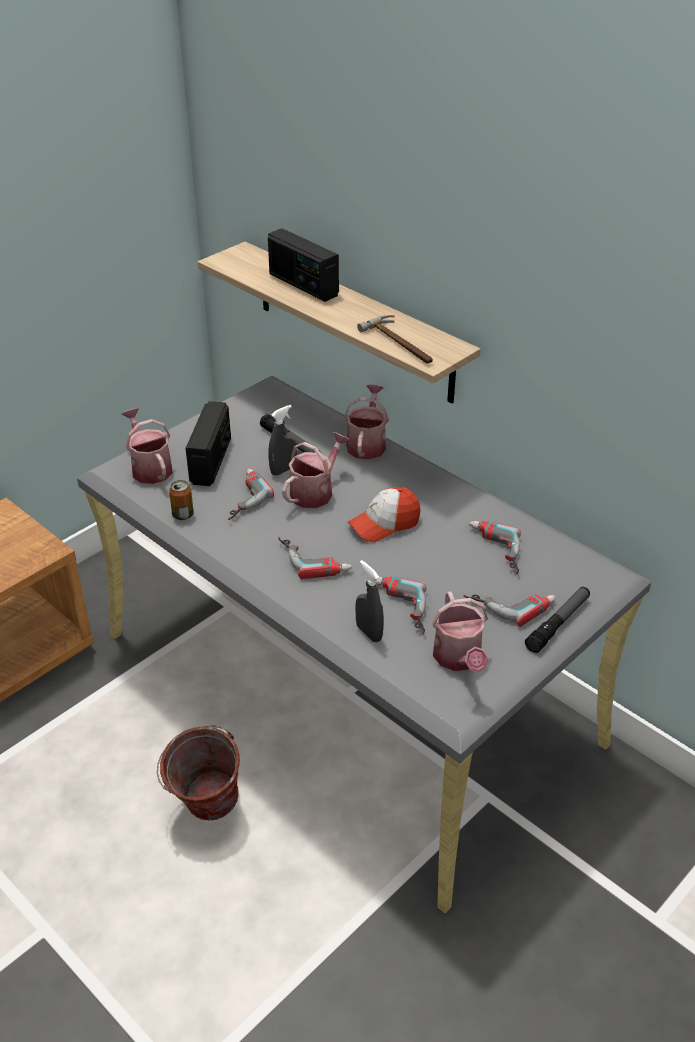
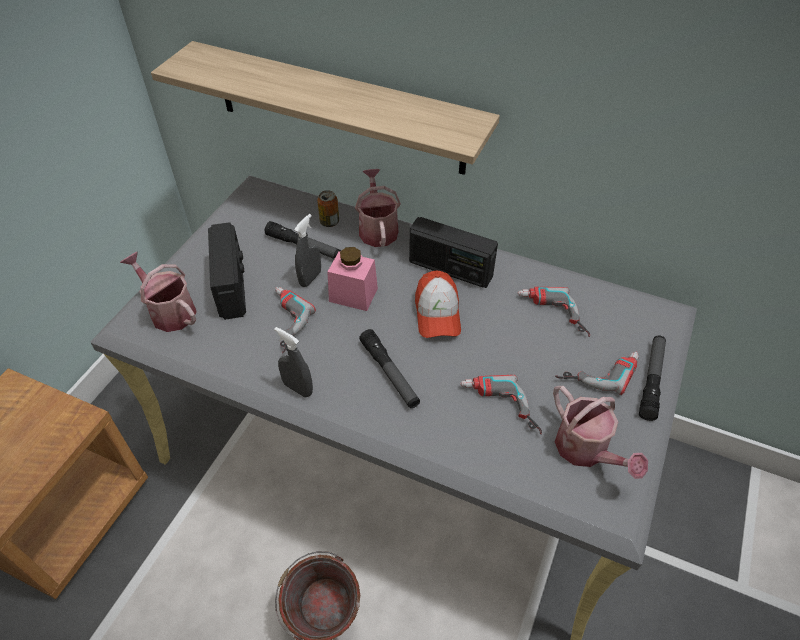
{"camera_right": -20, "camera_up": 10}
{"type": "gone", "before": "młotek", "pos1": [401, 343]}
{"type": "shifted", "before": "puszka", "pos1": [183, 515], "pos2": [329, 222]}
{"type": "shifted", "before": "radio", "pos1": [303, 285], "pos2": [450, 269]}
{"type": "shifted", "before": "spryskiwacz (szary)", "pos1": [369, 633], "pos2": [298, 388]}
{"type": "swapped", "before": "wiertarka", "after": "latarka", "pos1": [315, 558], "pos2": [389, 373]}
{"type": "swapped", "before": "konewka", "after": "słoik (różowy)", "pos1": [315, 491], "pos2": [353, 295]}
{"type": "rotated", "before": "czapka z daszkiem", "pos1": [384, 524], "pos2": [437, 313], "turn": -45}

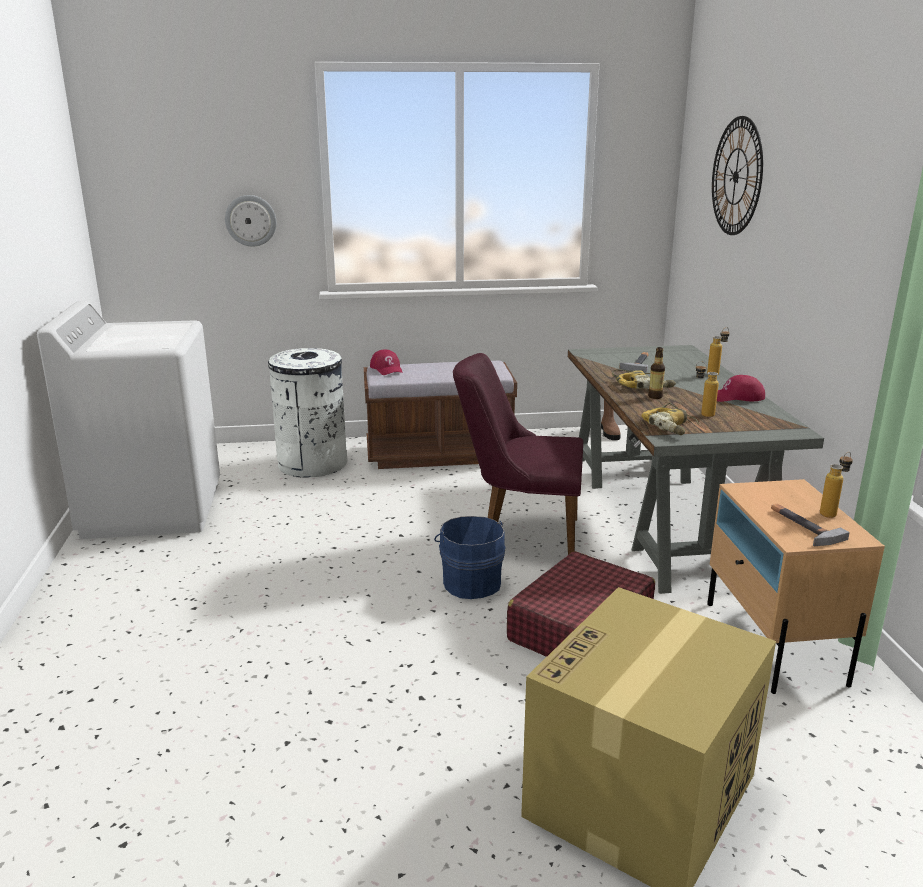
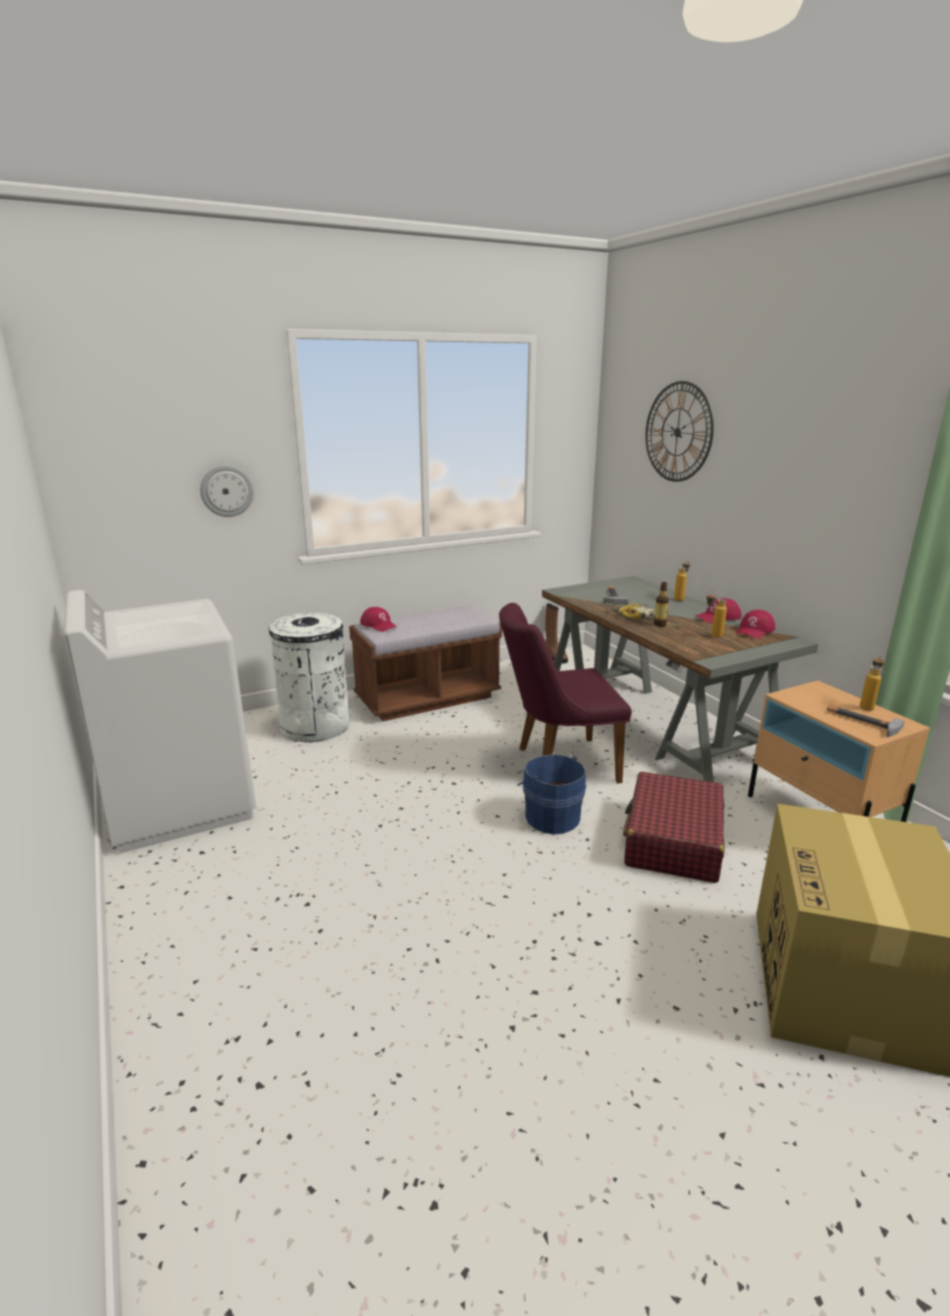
{"camera_right": -20, "camera_up": 0}
{"type": "gone", "before": "wiertarka", "pos1": [672, 426]}
{"type": "new", "after": "czapka z daszkiem (czerwony)", "pos2": [755, 631]}

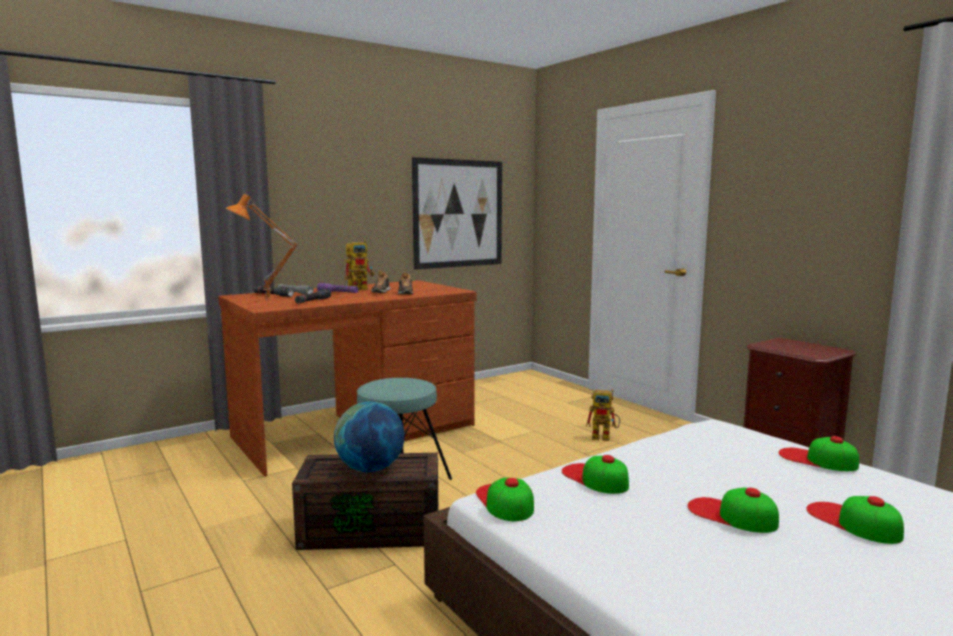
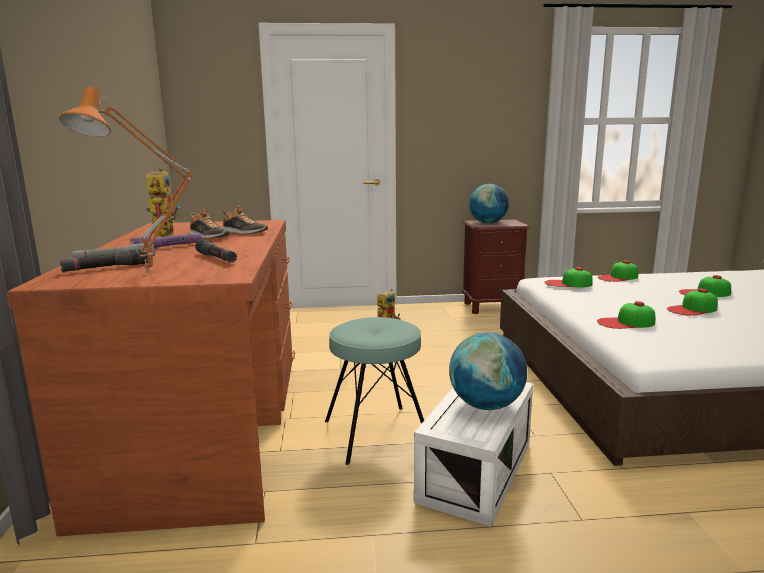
{"camera_right": -60, "camera_up": 5}
{"type": "gone", "before": "obraz", "pos1": [458, 213]}
{"type": "new", "after": "globus", "pos2": [488, 223]}
{"type": "shifted", "before": "czapka z daszkiem", "pos1": [504, 501], "pos2": [568, 283]}
{"type": "repainted", "before": "pojemnik do przechowywania (brązowy)", "after": "pojemnik do przechowywania (biały)", "pos1": [373, 528], "pos2": [474, 469]}

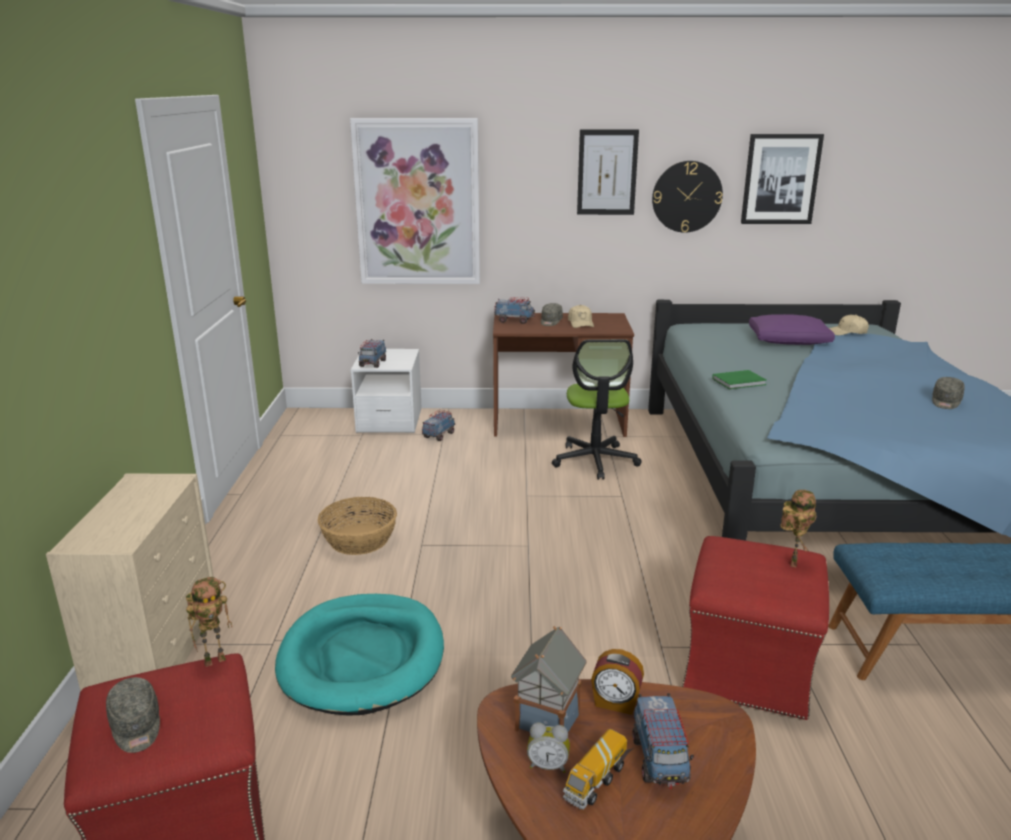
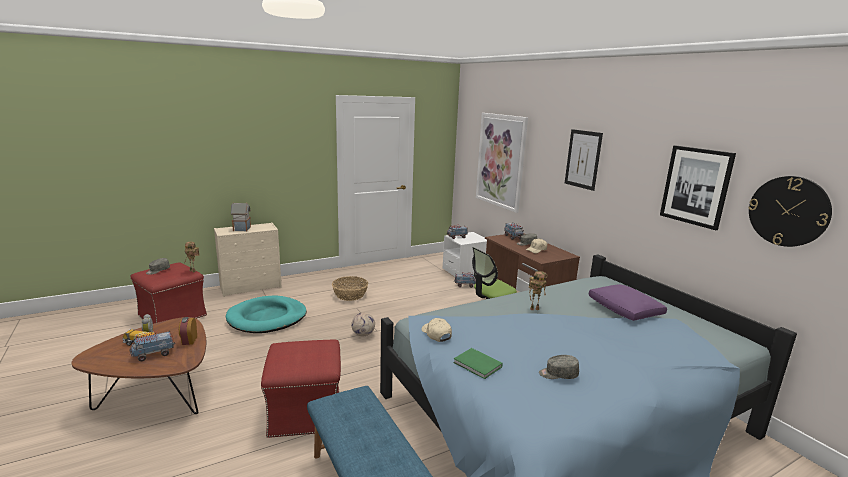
{"camera_right": 60, "camera_up": -5}
{"type": "new", "after": "piłka futbolowa", "pos2": [363, 334]}
{"type": "shifted", "before": "domek", "pos1": [547, 720], "pos2": [242, 229]}
{"type": "shifted", "before": "zegar ścienny", "pos1": [687, 196], "pos2": [788, 211]}
{"type": "shifted", "before": "książka (zielony)", "pos1": [740, 382], "pos2": [478, 365]}
{"type": "shifted", "before": "robot zabawkowy", "pos1": [791, 561], "pos2": [534, 309]}
{"type": "shifted", "before": "czapka z daszkiem (beżowy)", "pos1": [847, 332], "pos2": [436, 334]}

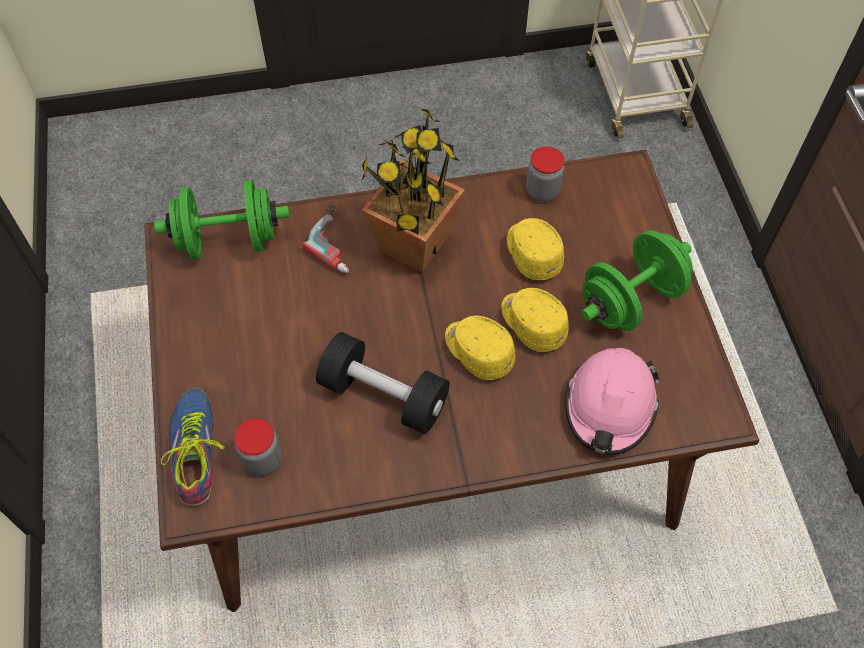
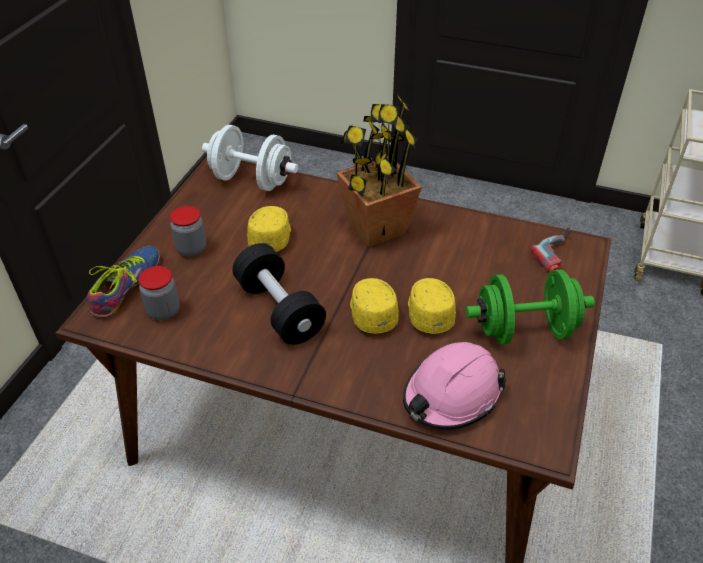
{"camera_right": 30, "camera_up": -15}
{"type": "shifted", "before": "wiertarka", "pos1": [339, 240], "pos2": [562, 257]}
{"type": "shifted", "before": "czapka z daszkiem (żółty)", "pos1": [532, 253], "pos2": [271, 236]}
{"type": "shifted", "before": "słoik", "pos1": [542, 191], "pos2": [191, 249]}
{"type": "repainted", "before": "hantel (zielony)", "after": "hantel (biały)", "pos1": [228, 240], "pos2": [251, 180]}

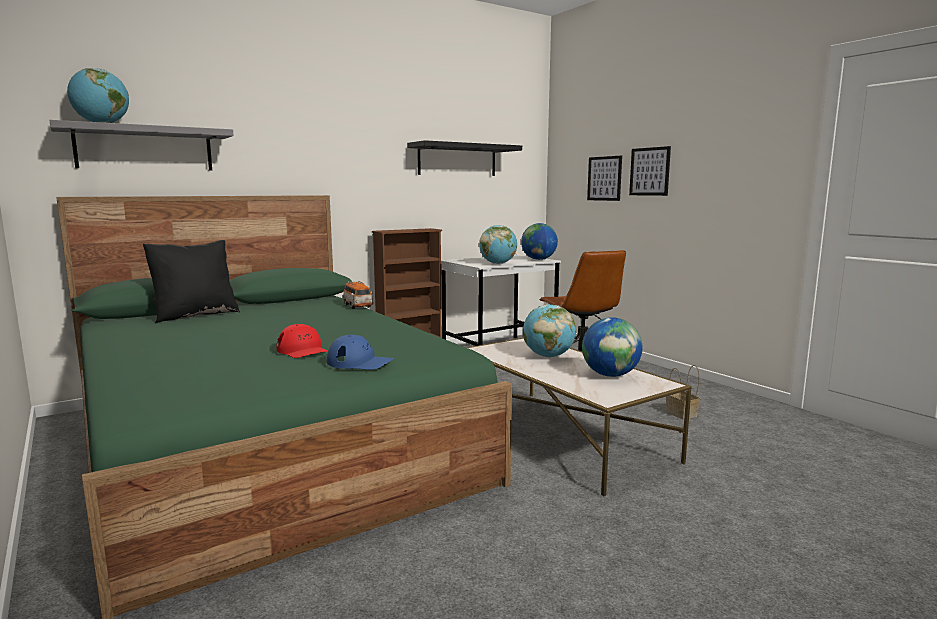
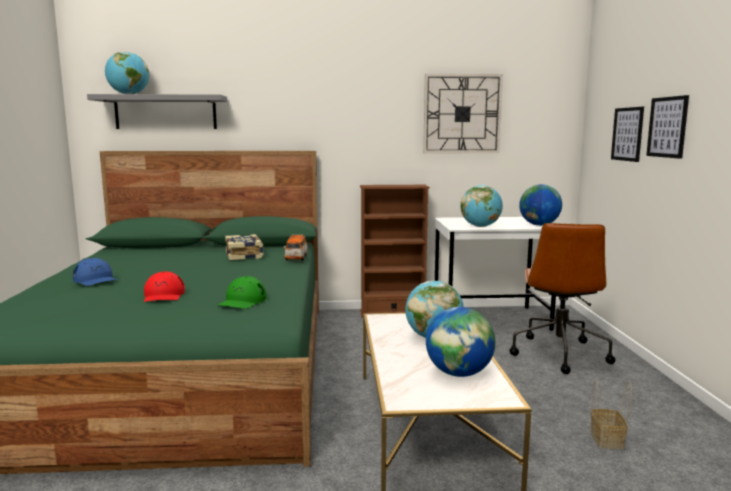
{"camera_right": 30, "camera_up": 0}
{"type": "gone", "before": "poduszka (czarny)", "pos1": [195, 315]}
{"type": "new", "after": "czapka z daszkiem (zielony)", "pos2": [242, 301]}
{"type": "new", "after": "książka", "pos2": [245, 255]}
{"type": "shifted", "before": "czapka z daszkiem (niebieski)", "pos1": [360, 362], "pos2": [96, 280]}
{"type": "swapped", "before": "półka (czarny)", "after": "zegar ścienny", "pos1": [457, 160], "pos2": [462, 114]}

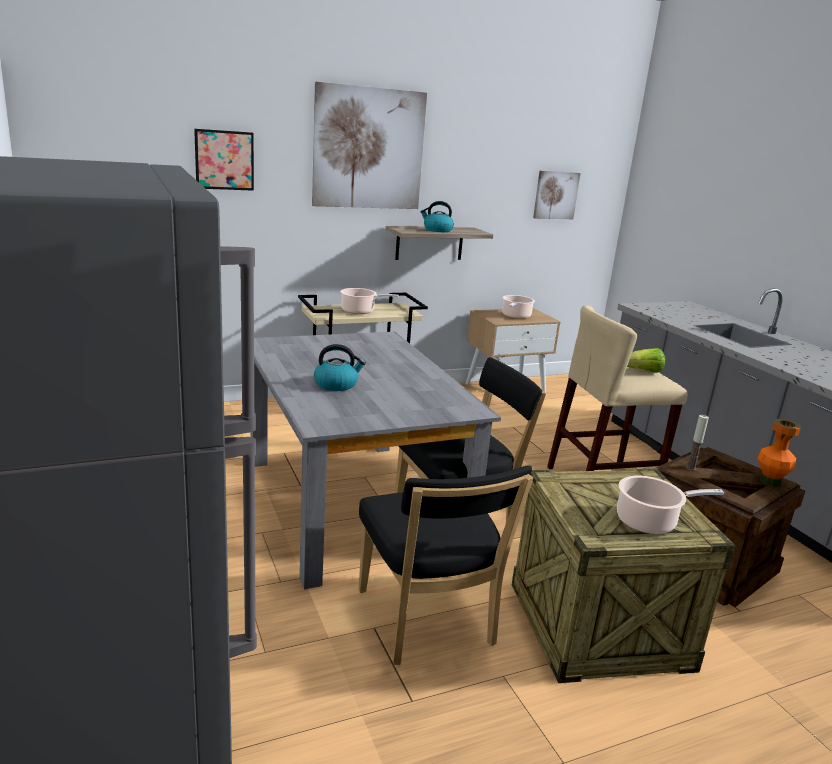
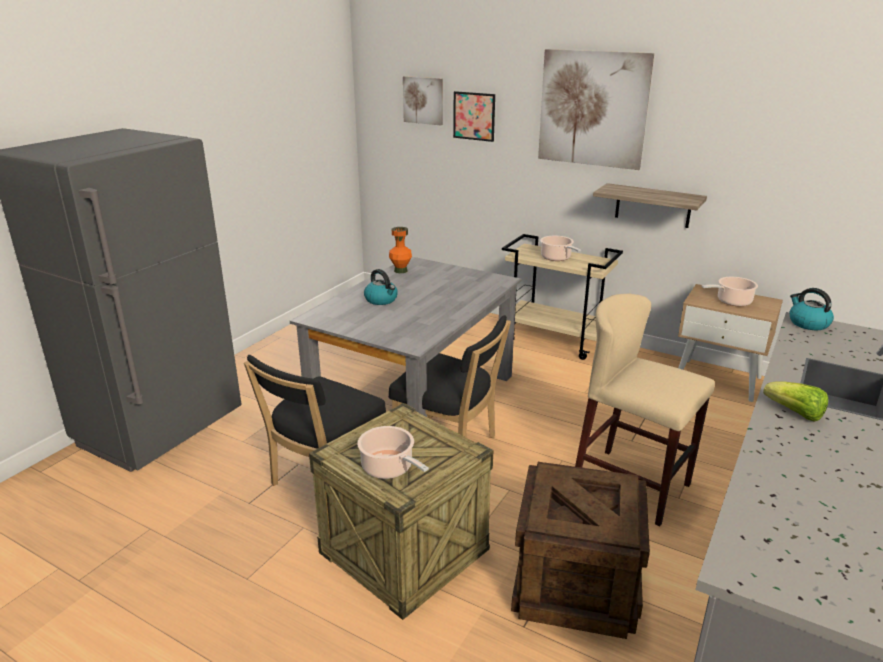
{"camera_right": 55, "camera_up": 5}
{"type": "gone", "before": "świeca", "pos1": [691, 468]}
{"type": "shifted", "before": "czajnik", "pos1": [437, 230], "pos2": [808, 323]}
{"type": "shifted", "before": "obraz", "pos1": [555, 195], "pos2": [423, 100]}
{"type": "shifted", "before": "sałata", "pos1": [643, 372], "pos2": [795, 413]}
{"type": "shifted", "before": "wazon (pomarańczowy)", "pos1": [770, 481], "pos2": [401, 270]}

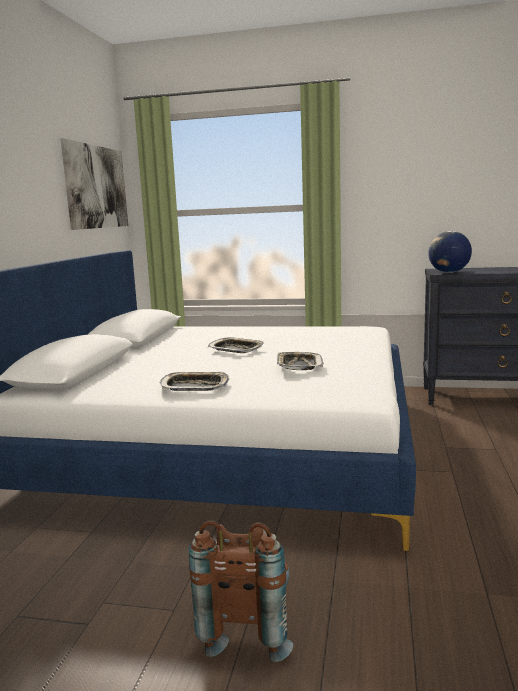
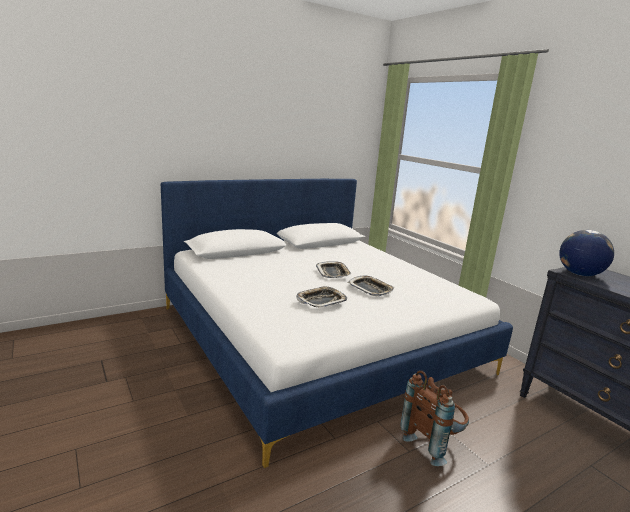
{"camera_right": 45, "camera_up": 5}
{"type": "gone", "before": "obraz", "pos1": [97, 187]}
{"type": "shifted", "before": "taca", "pos1": [195, 386], "pos2": [370, 289]}
{"type": "shifted", "before": "plecak (brązowy)", "pos1": [247, 628], "pos2": [433, 442]}

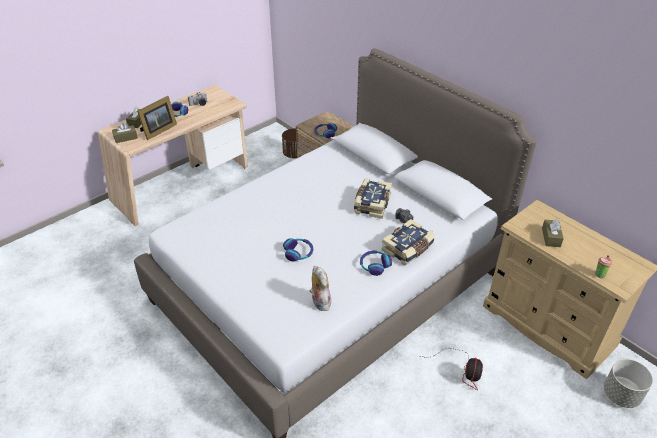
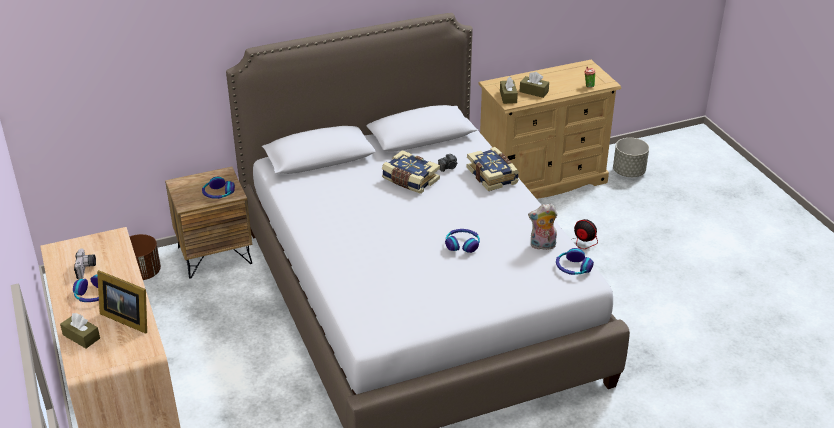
{"camera_right": -70, "camera_up": -5}
{"type": "shifted", "before": "pudełko chusteczek (brązowy)", "pos1": [125, 138], "pos2": [508, 97]}
{"type": "shifted", "before": "słuchawki", "pos1": [374, 265], "pos2": [573, 268]}
{"type": "rotated", "before": "ramka na zdjęcie", "pos1": [158, 131], "pos2": [127, 318], "turn": 150}

